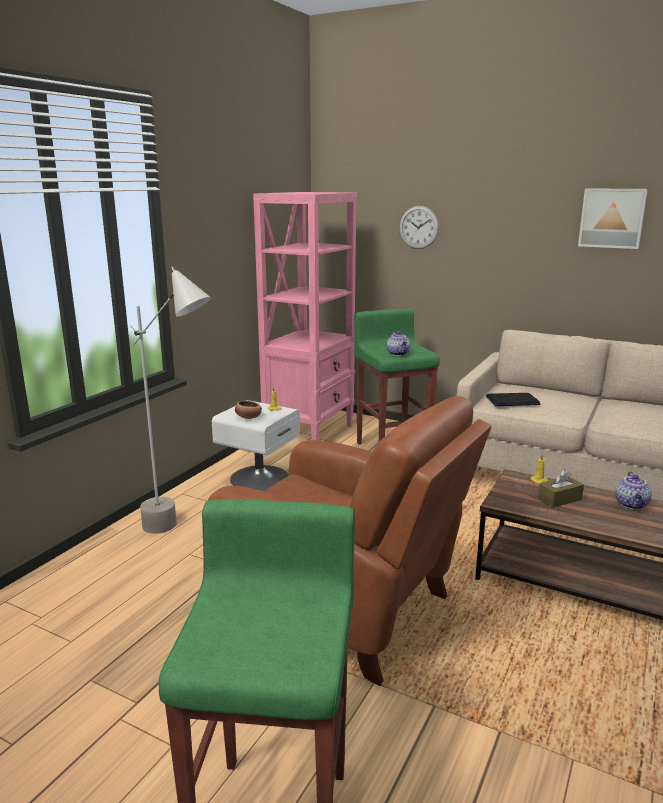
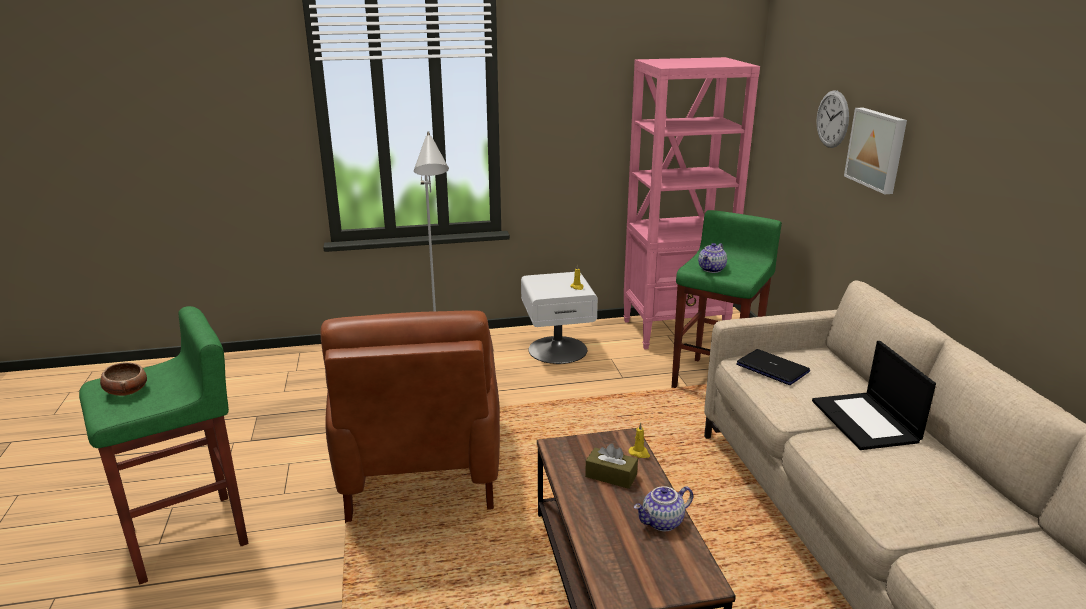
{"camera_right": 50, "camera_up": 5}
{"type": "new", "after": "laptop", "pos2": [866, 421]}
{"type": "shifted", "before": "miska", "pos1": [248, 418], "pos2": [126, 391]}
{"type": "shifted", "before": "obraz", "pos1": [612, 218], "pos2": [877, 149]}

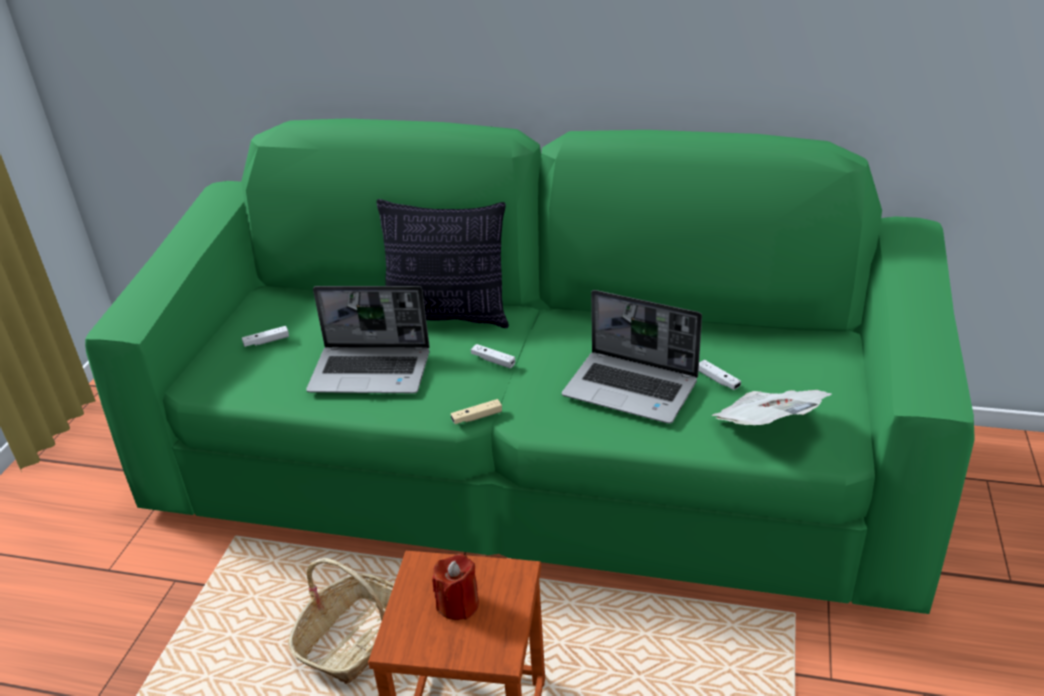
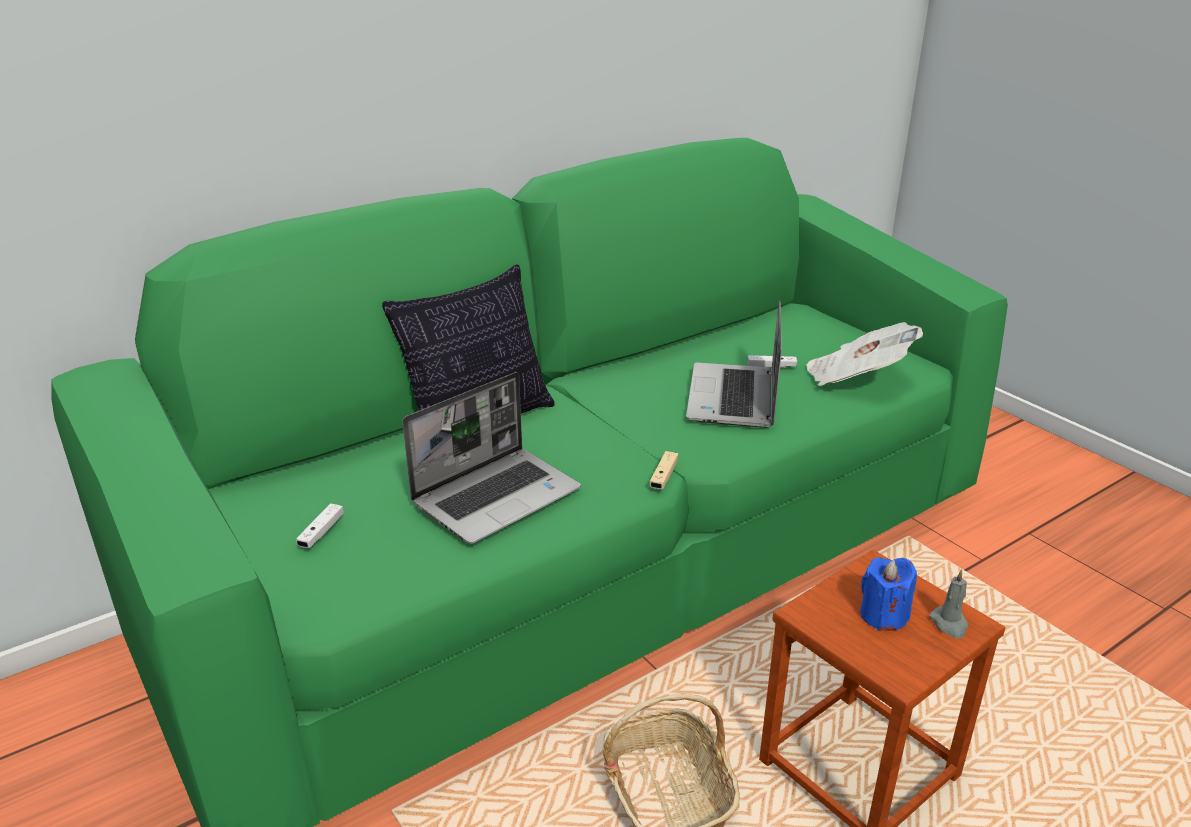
{"camera_right": -50, "camera_up": -5}
{"type": "gone", "before": "pad do gier (biały)", "pos1": [493, 360]}
{"type": "new", "after": "świeca (szary)", "pos2": [949, 624]}
{"type": "repainted", "before": "świeca (czerwony)", "after": "świeca (niebieski)", "pos1": [458, 604], "pos2": [883, 615]}
{"type": "rotated", "before": "laptop", "pos1": [632, 389], "pos2": [734, 398], "turn": 120}

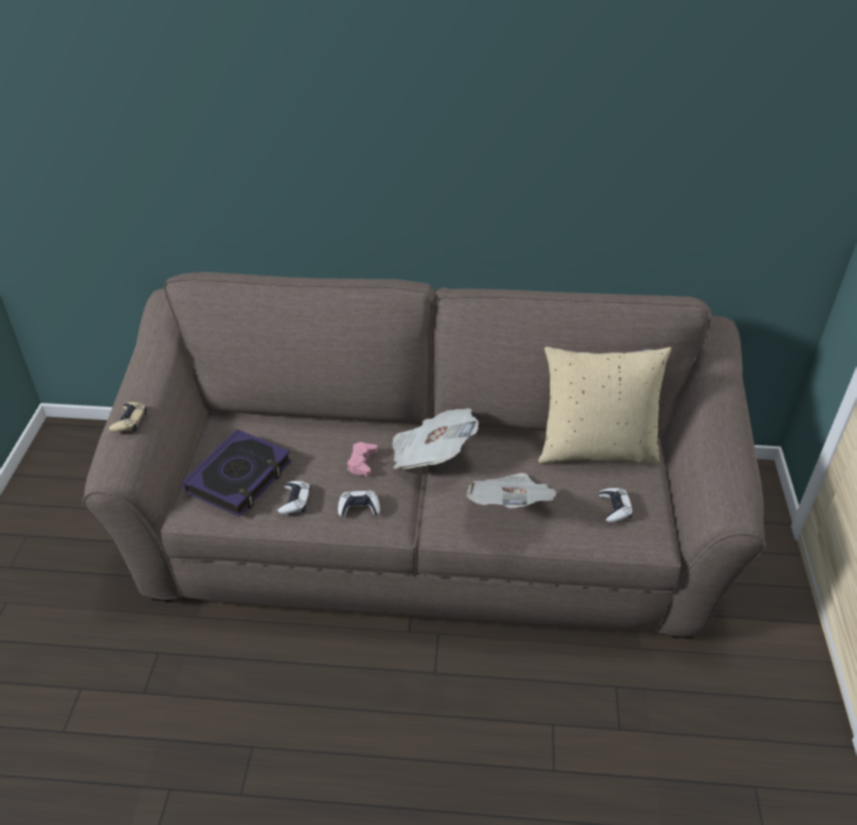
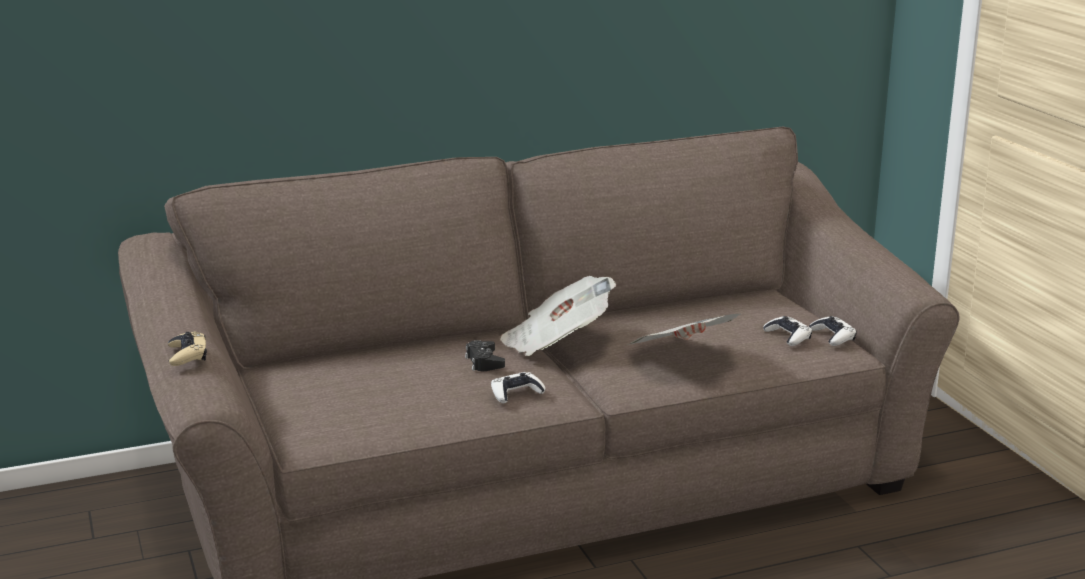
{"camera_right": -25, "camera_up": -20}
{"type": "gone", "before": "książka", "pos1": [239, 477]}
{"type": "gone", "before": "poduszka (beżowy)", "pos1": [595, 449]}
{"type": "shifted", "before": "pad do gier (biały)", "pos1": [295, 501], "pos2": [833, 336]}
{"type": "repainted", "before": "pad do gier (różowy)", "after": "pad do gier (czarny)", "pos1": [362, 462], "pos2": [484, 362]}

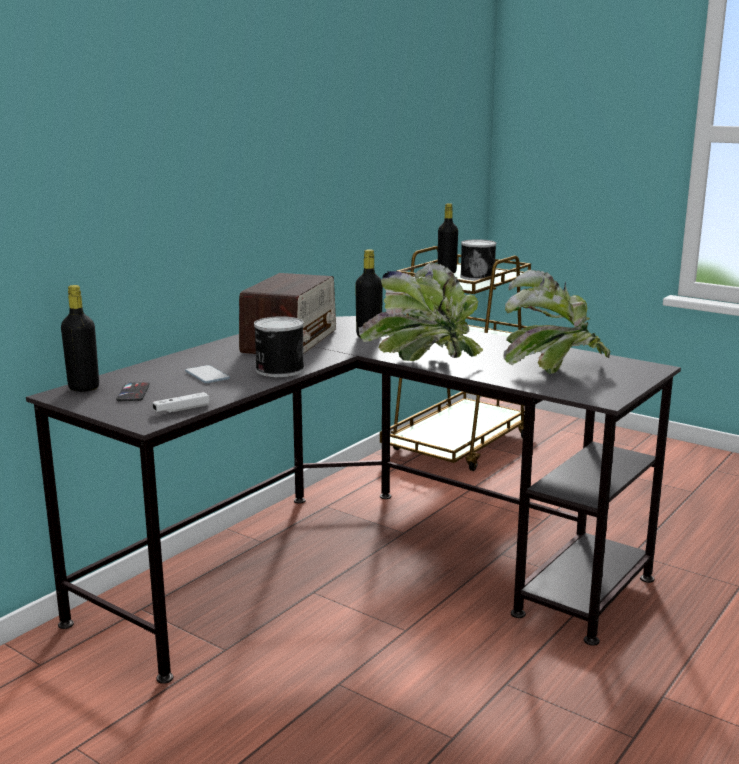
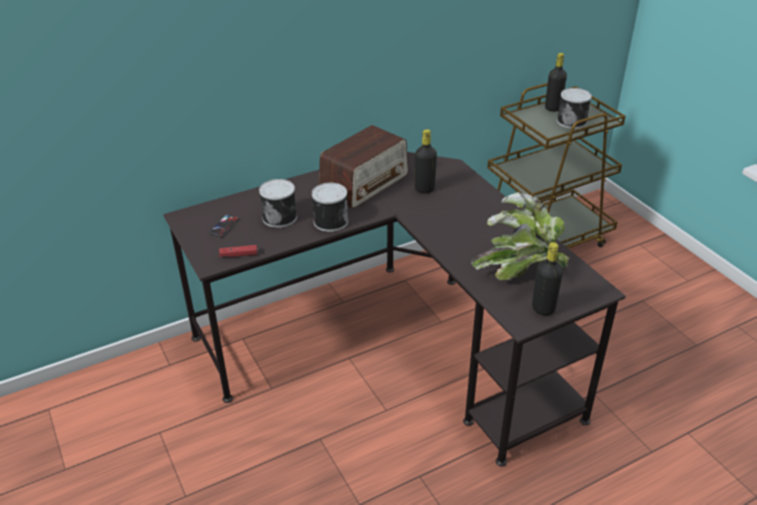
{"camera_right": 25, "camera_up": 20}
{"type": "gone", "before": "roślina doniczkowa", "pos1": [422, 358]}
{"type": "shifted", "before": "butelka (czarny)", "pos1": [84, 388], "pos2": [543, 308]}
{"type": "swapped", "before": "telefon", "after": "puszka", "pos1": [207, 375], "pos2": [280, 217]}
{"type": "repainted", "before": "pad do gier (biały)", "after": "pad do gier (czerwony)", "pos1": [181, 409], "pos2": [238, 255]}

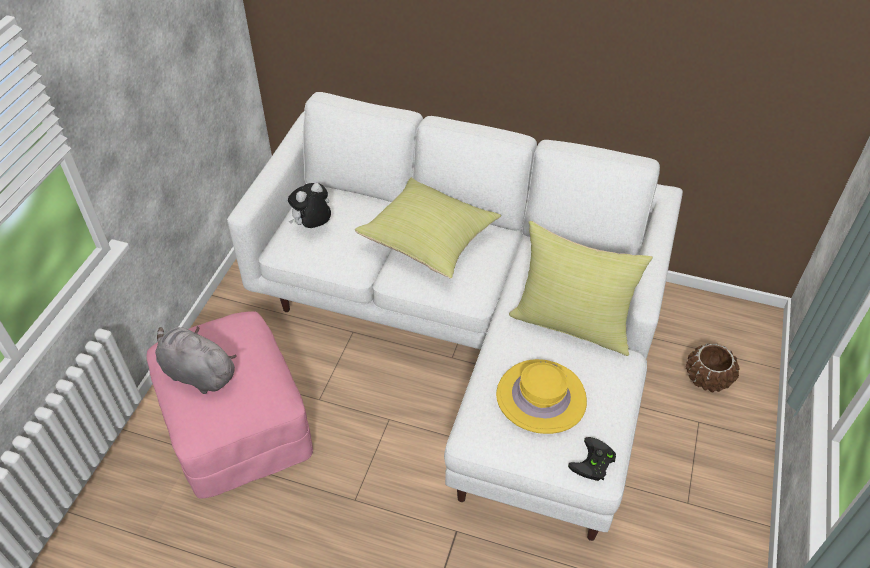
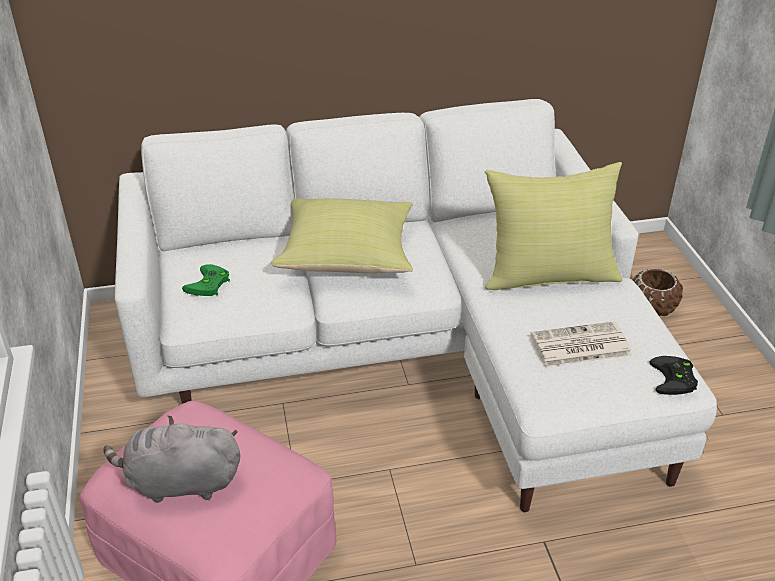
{"camera_right": -30, "camera_up": -10}
{"type": "swapped", "before": "pluszak", "after": "pad do gier (zielony)", "pos1": [313, 226], "pos2": [208, 285]}
{"type": "swapped", "before": "kapelusz (żółty)", "after": "gazeta", "pos1": [541, 398], "pos2": [579, 346]}

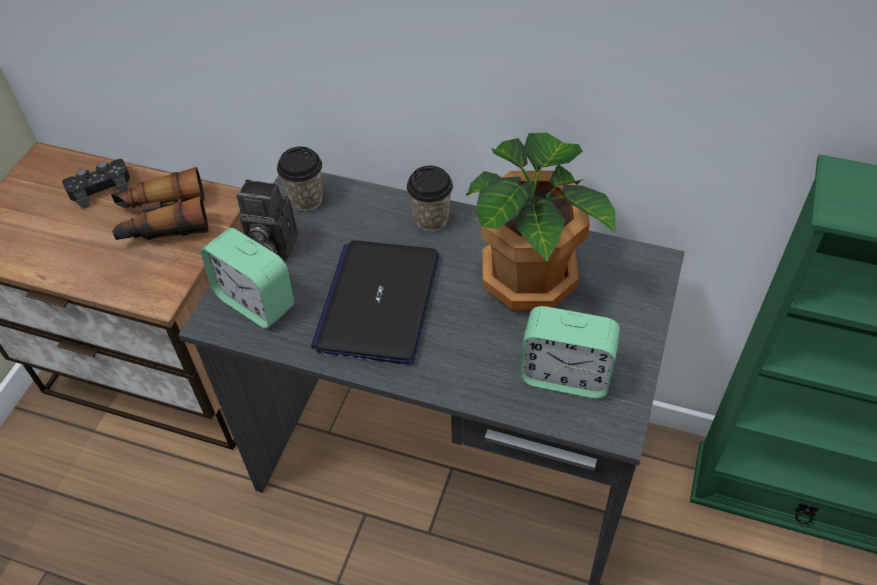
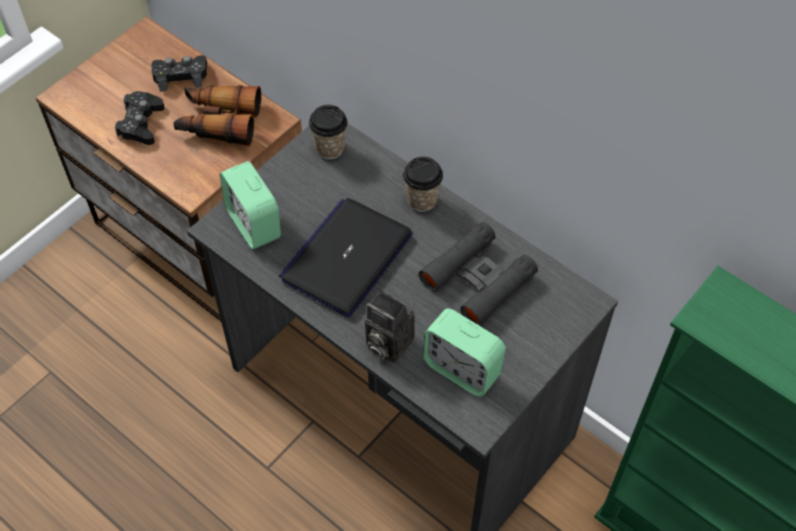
{"camera_right": 20, "camera_up": 5}
{"type": "new", "after": "pad do gier (czarny)", "pos2": [141, 123]}
{"type": "shifted", "before": "aparat fotograficzny", "pos1": [271, 247], "pos2": [386, 343]}
{"type": "swapped", "before": "roślina doniczkowa", "after": "lornetka (czarny)", "pos1": [531, 278], "pos2": [478, 279]}

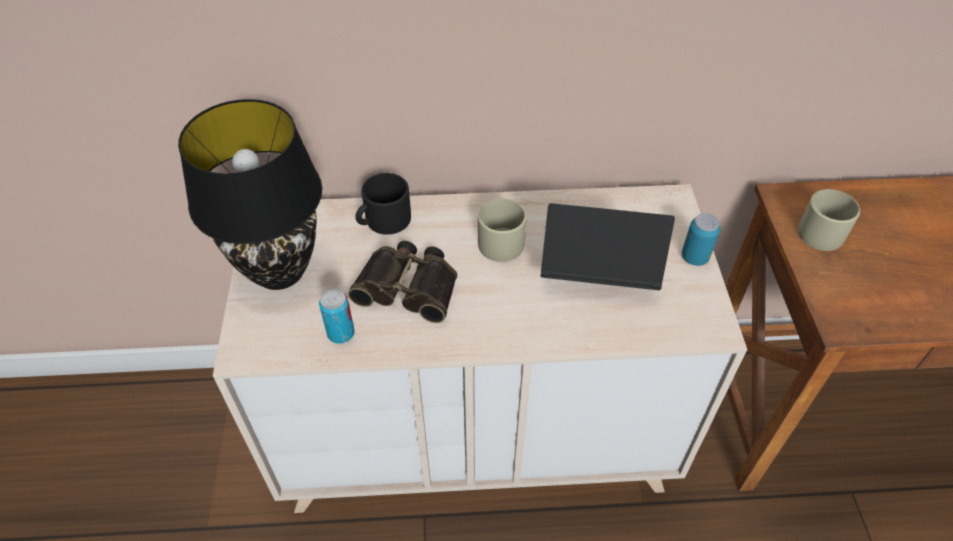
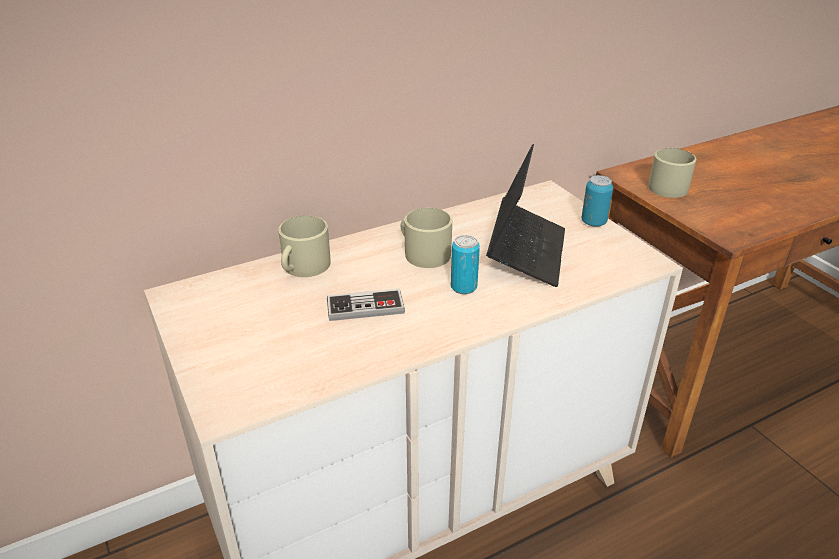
{"camera_right": -25, "camera_up": -15}
{"type": "gone", "before": "lampa stołowa (czarny)", "pos1": [278, 272]}
{"type": "shifted", "before": "puszka", "pos1": [341, 333], "pos2": [463, 287]}
{"type": "swapped", "before": "lornetka", "after": "pad do gier", "pos1": [409, 286], "pos2": [365, 307]}
{"type": "repainted", "before": "kubek (czarny)", "after": "kubek (beżowy)", "pos1": [383, 221], "pos2": [303, 267]}
{"type": "rotated", "before": "laptop", "pos1": [597, 273], "pos2": [526, 252], "turn": 120}

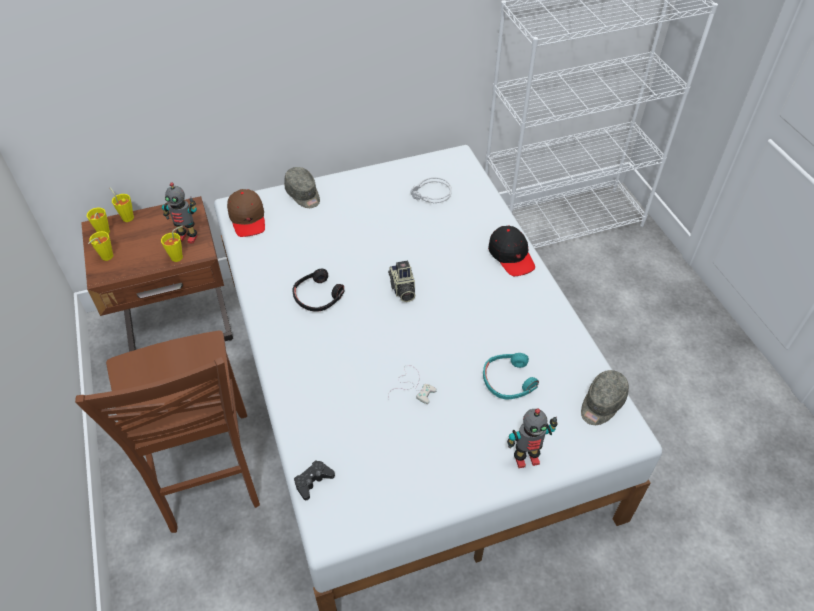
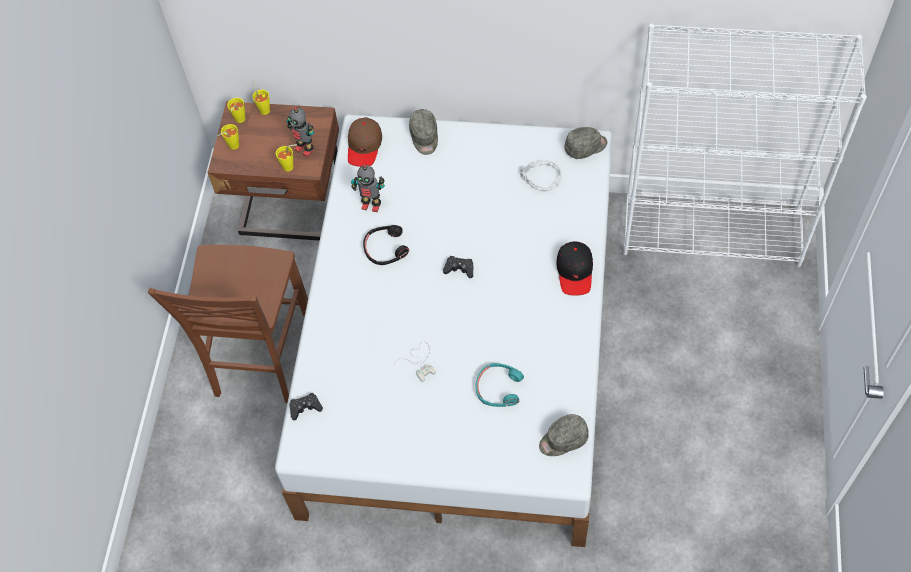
{"camera_right": 30, "camera_up": 10}
{"type": "new", "after": "czapka z daszkiem (szary)", "pos2": [586, 147]}
{"type": "shifted", "before": "robot zabawkowy", "pos1": [526, 458], "pos2": [371, 205]}
{"type": "swapped", "before": "aparat fotograficzny", "after": "pad do gier (czarny)", "pos1": [402, 289], "pos2": [459, 269]}

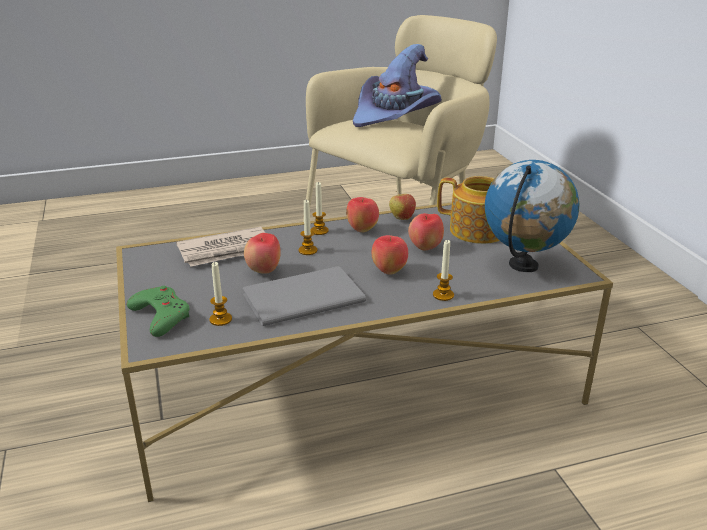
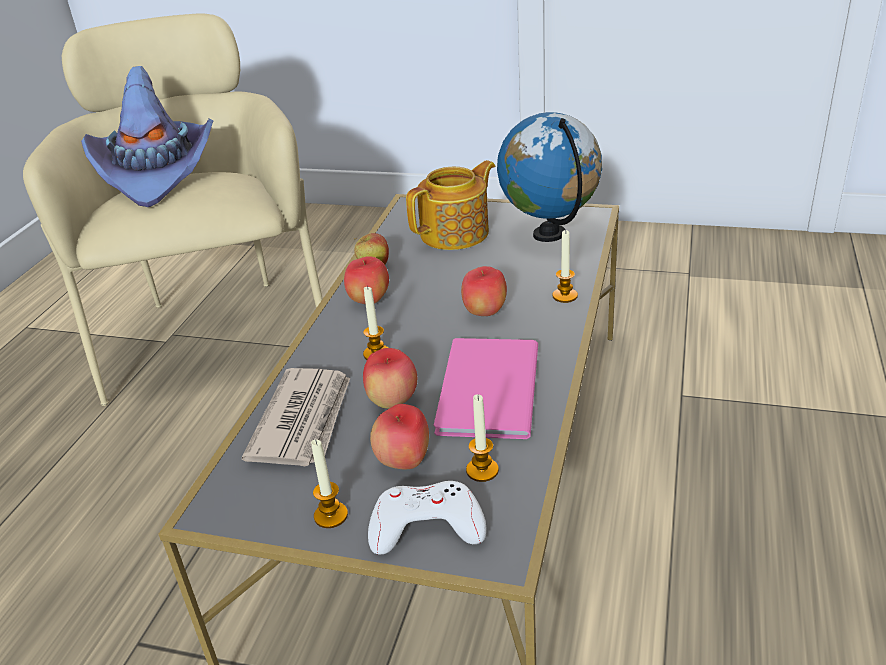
{"camera_right": -55, "camera_up": 5}
{"type": "shifted", "before": "świeca", "pos1": [319, 231], "pos2": [331, 515]}
{"type": "shifted", "before": "jabłko", "pos1": [425, 248], "pos2": [404, 462]}
{"type": "repainted", "before": "pad do gier (zielony)", "after": "pad do gier (biały)", "pos1": [160, 316], "pos2": [426, 525]}
{"type": "repainted", "before": "książka (szary)", "after": "książka (różowy)", "pos1": [299, 297], "pos2": [484, 391]}

